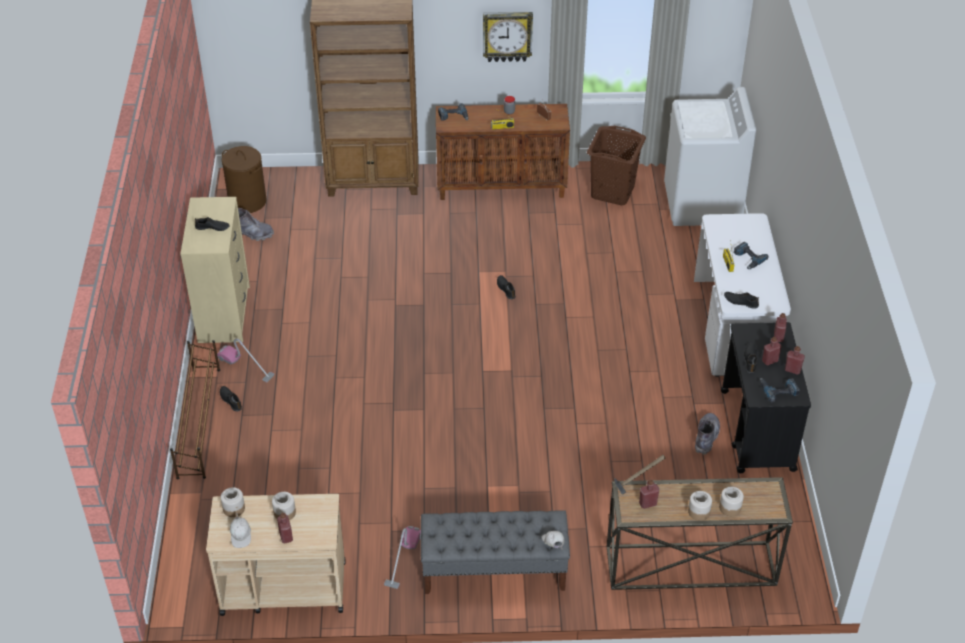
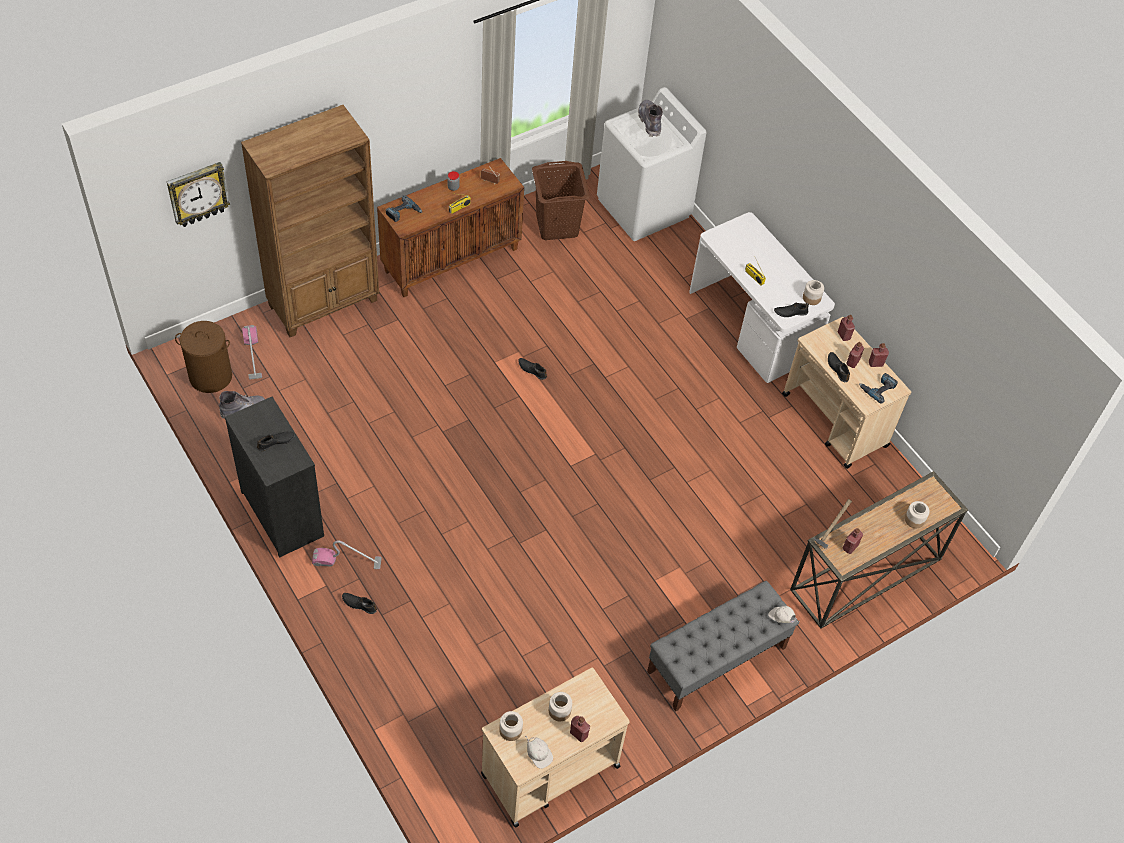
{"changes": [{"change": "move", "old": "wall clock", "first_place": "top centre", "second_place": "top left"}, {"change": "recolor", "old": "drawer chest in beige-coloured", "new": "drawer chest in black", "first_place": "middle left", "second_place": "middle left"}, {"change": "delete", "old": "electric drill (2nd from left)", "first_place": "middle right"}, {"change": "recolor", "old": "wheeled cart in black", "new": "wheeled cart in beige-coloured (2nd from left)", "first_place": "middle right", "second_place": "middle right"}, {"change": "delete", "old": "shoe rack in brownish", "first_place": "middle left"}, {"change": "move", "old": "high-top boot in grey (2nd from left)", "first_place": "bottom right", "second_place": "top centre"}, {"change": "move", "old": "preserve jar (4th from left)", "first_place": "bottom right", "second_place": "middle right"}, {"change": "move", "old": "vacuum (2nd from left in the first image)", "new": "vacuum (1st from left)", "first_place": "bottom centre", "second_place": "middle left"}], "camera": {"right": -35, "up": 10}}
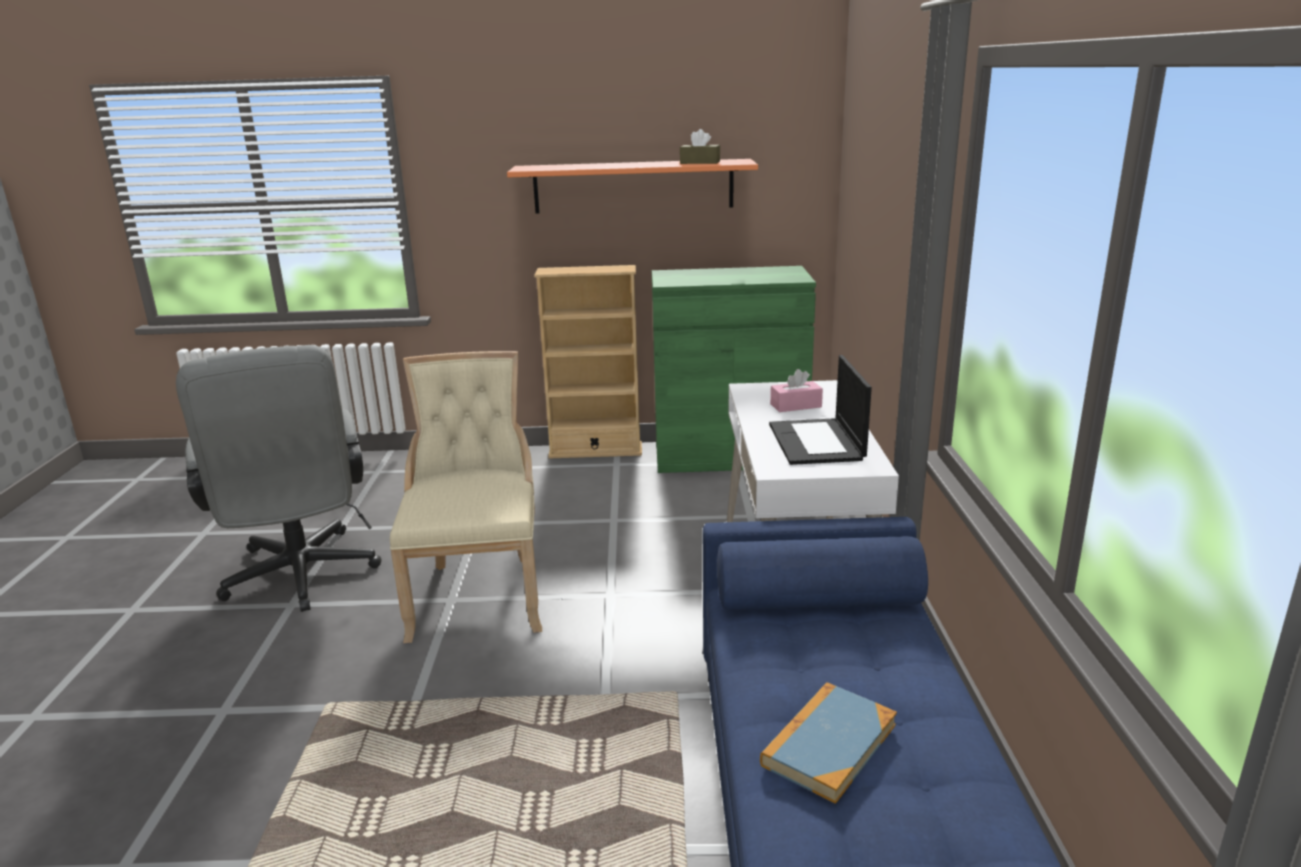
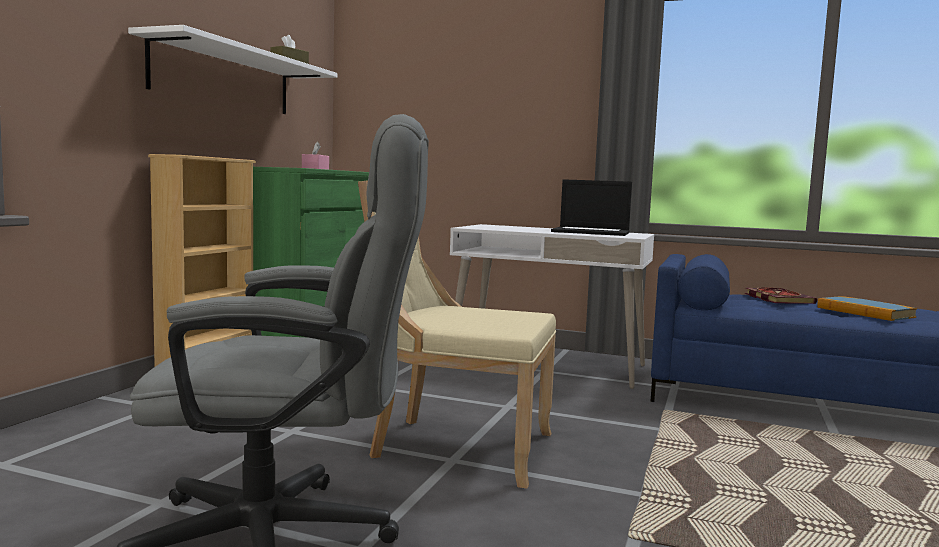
{"changes": [{"change": "recolor", "old": "bracket shelf in orange", "new": "bracket shelf in white", "first_place": "top centre", "second_place": "top left"}, {"change": "move", "old": "box of tissues in pinkish", "first_place": "centre", "second_place": "top centre"}, {"change": "insert", "new": "bound book (1st from left)", "second_place": "middle right"}], "camera": {"right": -70, "up": -15}}
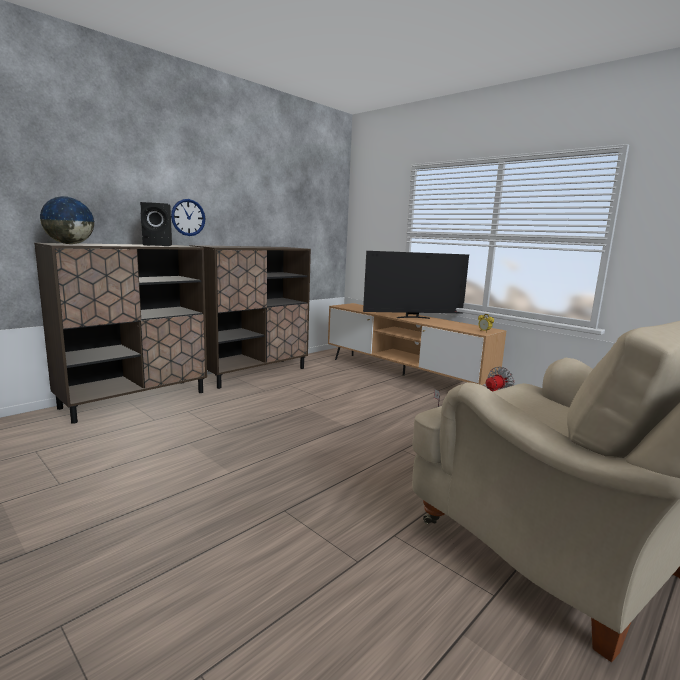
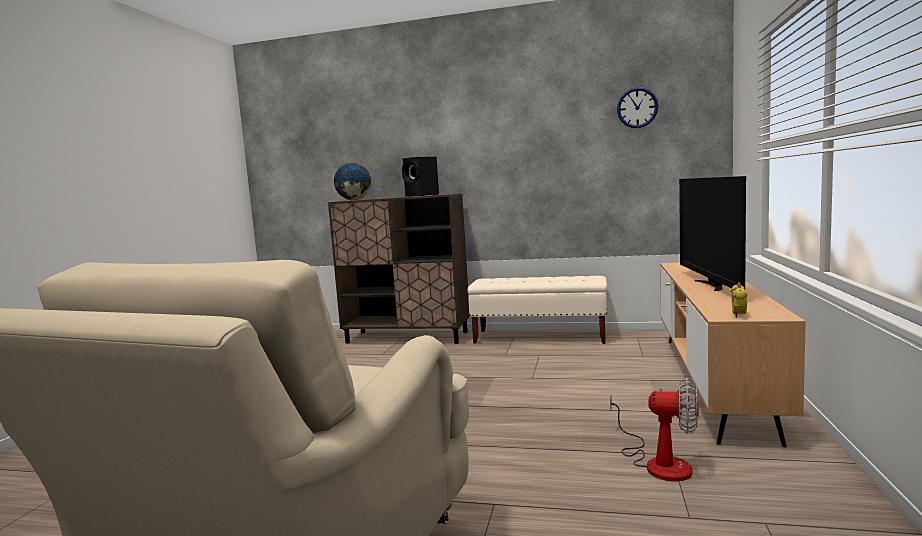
{"changes": [{"change": "move", "old": "wall clock", "first_place": "top left", "second_place": "top right"}, {"change": "replace", "old": "storage cabinet in brownish (2nd from left)", "new": "bench in beige-coloured", "first_place": "centre", "second_place": "centre"}, {"change": "rotate", "old": "television", "first_place": "centre", "second_place": "middle right", "degrees": 45}], "camera": {"right": 60, "up": -5}}
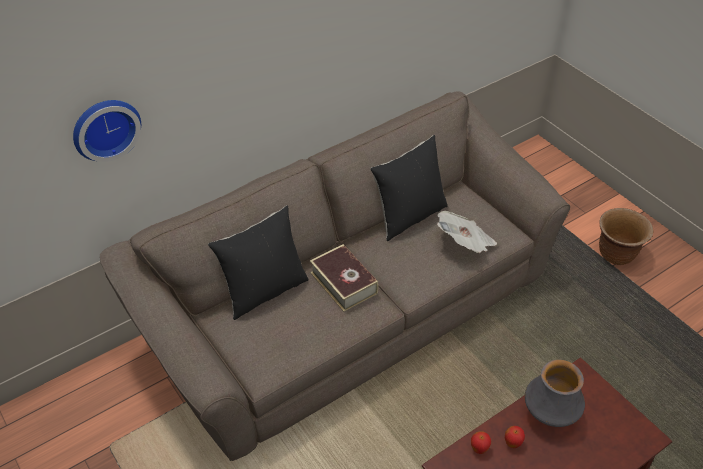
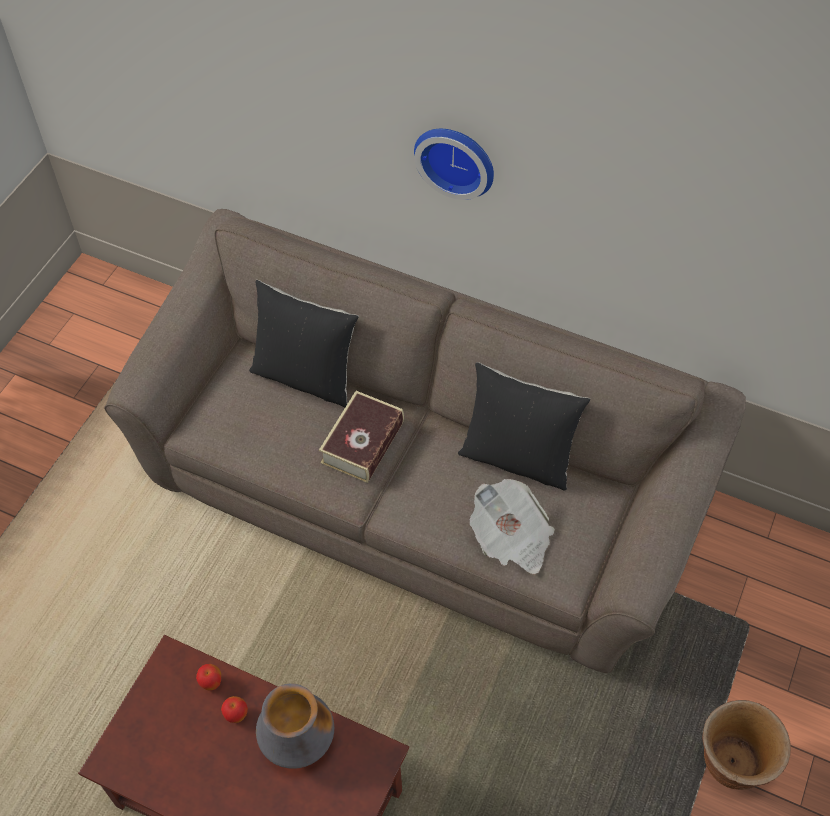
{"changes": [{"change": "move", "old": "wall clock", "first_place": "top left", "second_place": "top centre"}], "camera": {"right": 60, "up": 10}}
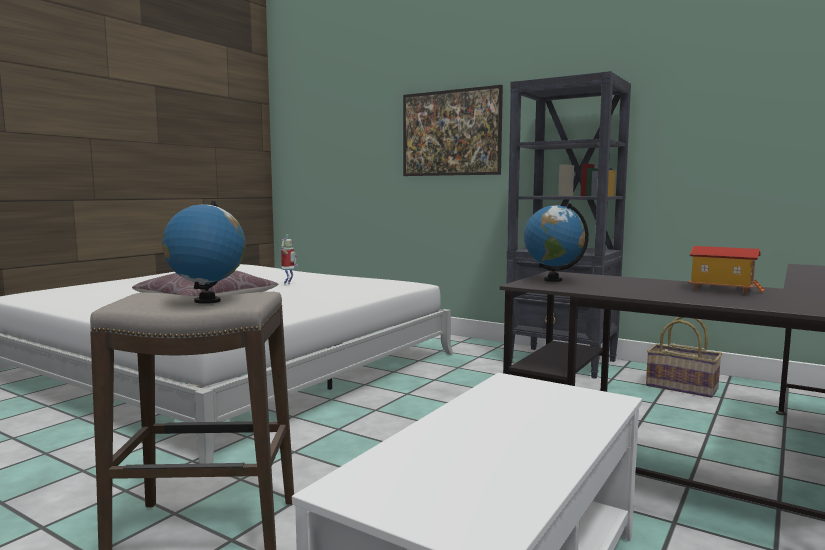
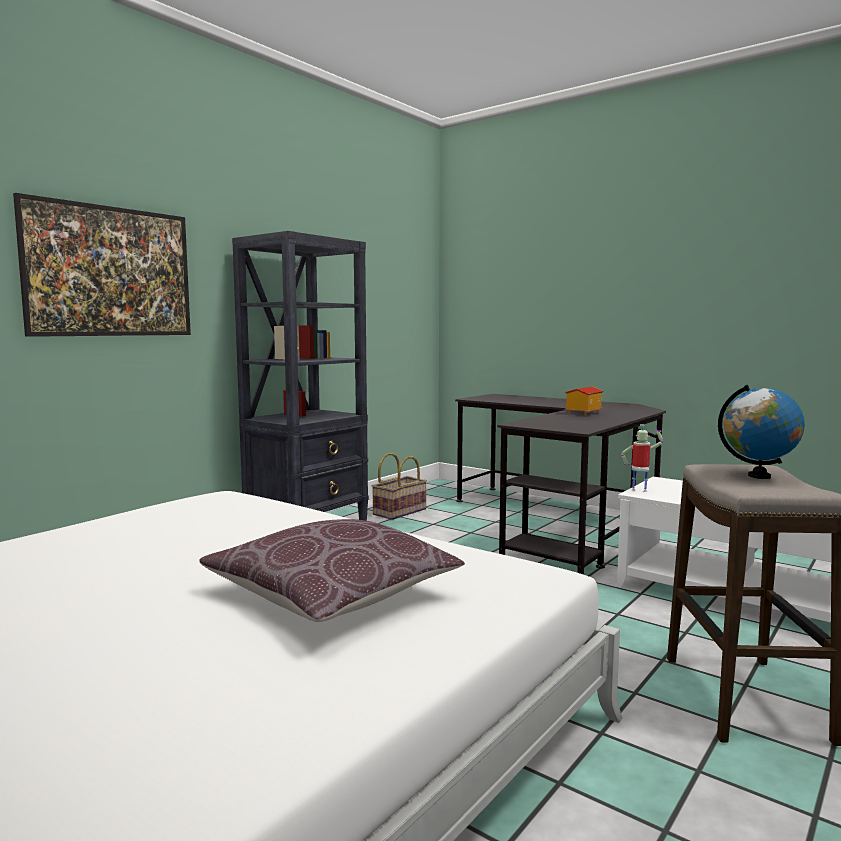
{"changes": [{"change": "delete", "old": "globe (2nd from left)", "first_place": "middle right"}, {"change": "move", "old": "toy robot", "first_place": "centre", "second_place": "middle right"}], "camera": {"right": -85, "up": 0}}
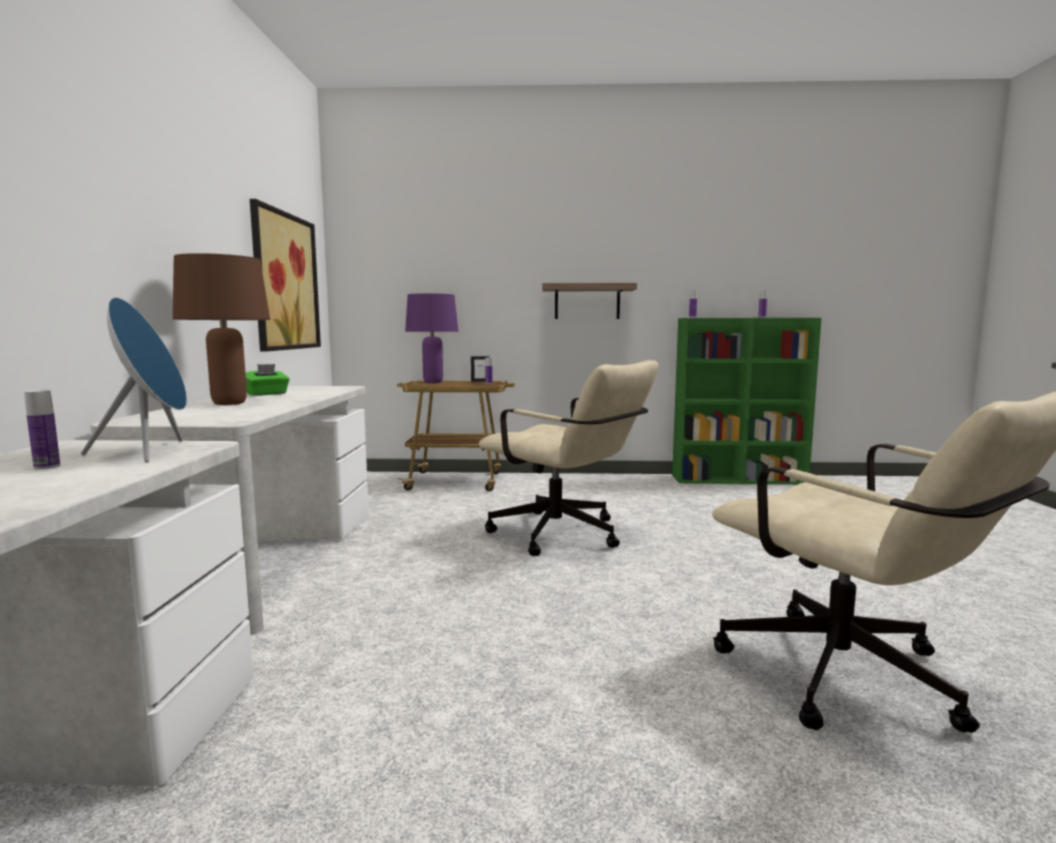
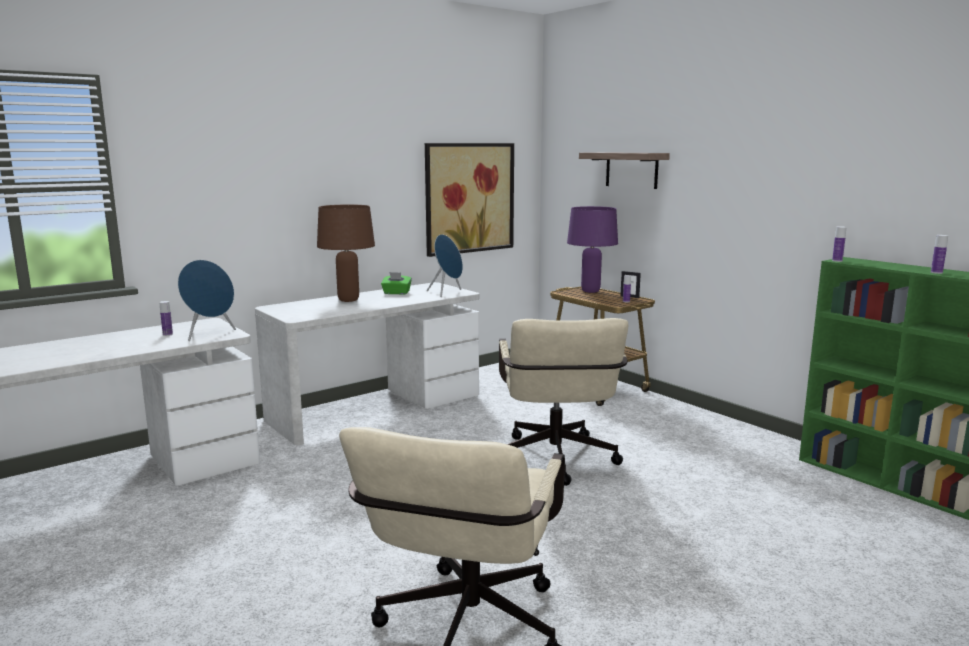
{"changes": [{"change": "move", "old": "bracket shelf", "first_place": "centre", "second_place": "top centre"}, {"change": "insert", "new": "speaker in bluish (2nd from left)", "second_place": "centre"}], "camera": {"right": 50, "up": 5}}
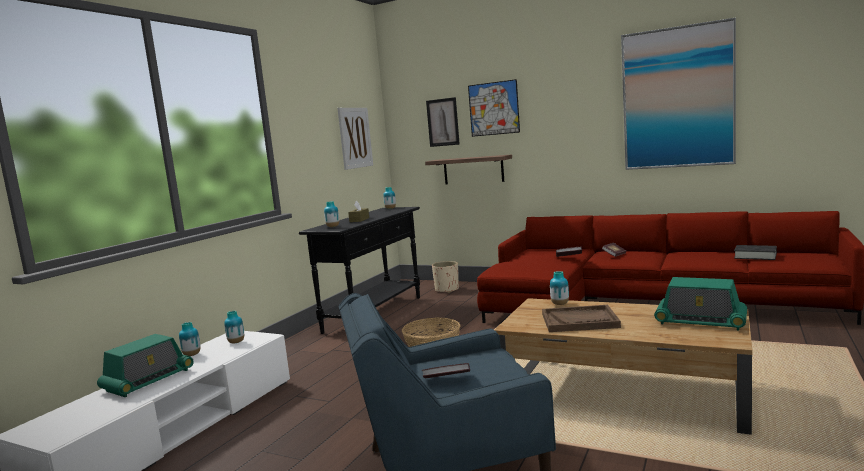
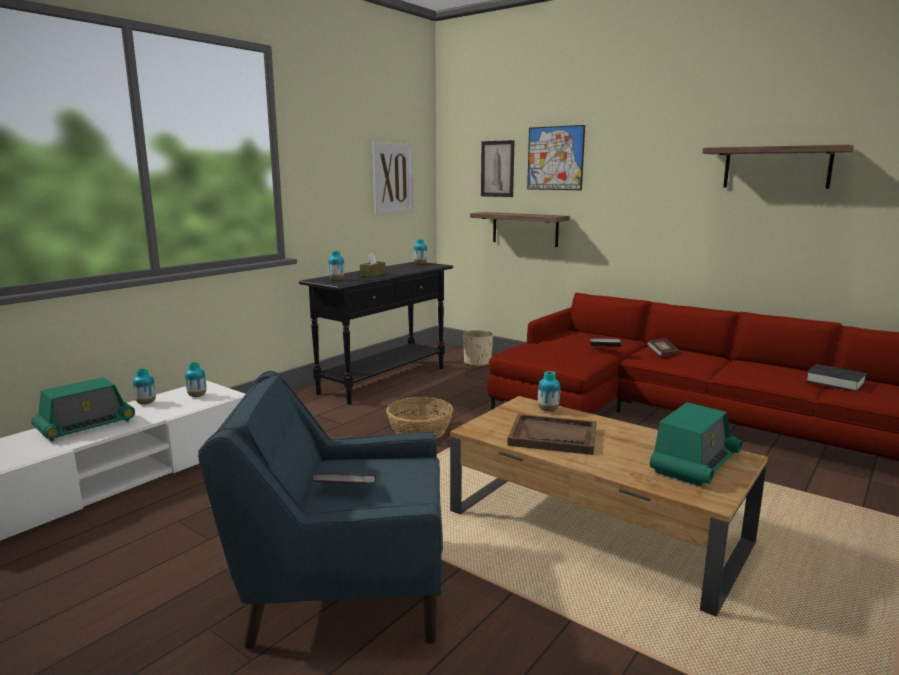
{"changes": [{"change": "replace", "old": "wall art (4th from left)", "new": "bracket shelf (2nd from left)", "first_place": "top right", "second_place": "top right"}, {"change": "rotate", "old": "radio set (2nd from left)", "first_place": "middle right", "second_place": "middle right", "degrees": -90}], "camera": {"right": 10, "up": 5}}
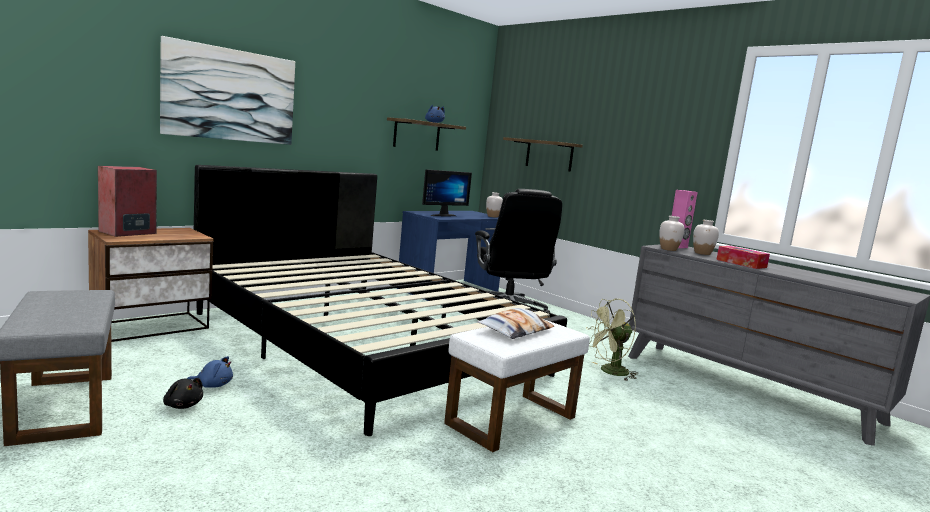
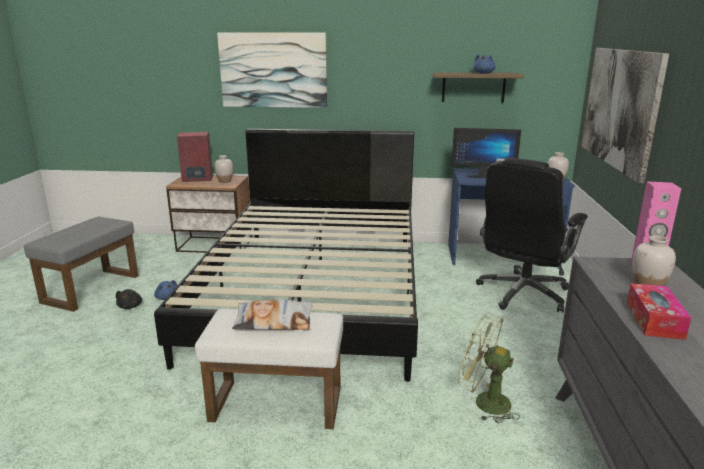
{"changes": [{"change": "replace", "old": "bracket shelf (2nd from left)", "new": "wall art (2nd from left)", "first_place": "top centre", "second_place": "top right"}, {"change": "move", "old": "vase in white (2nd from left in the first image)", "new": "vase in white (1st from left)", "first_place": "middle right", "second_place": "middle left"}], "camera": {"right": 50, "up": 10}}
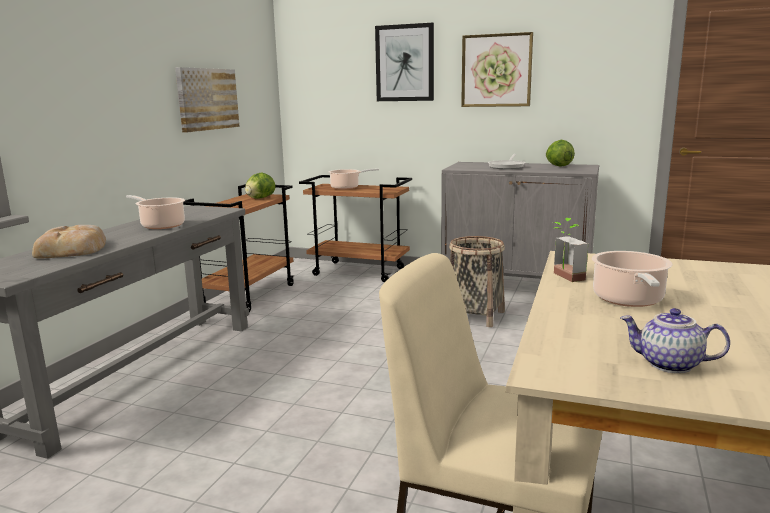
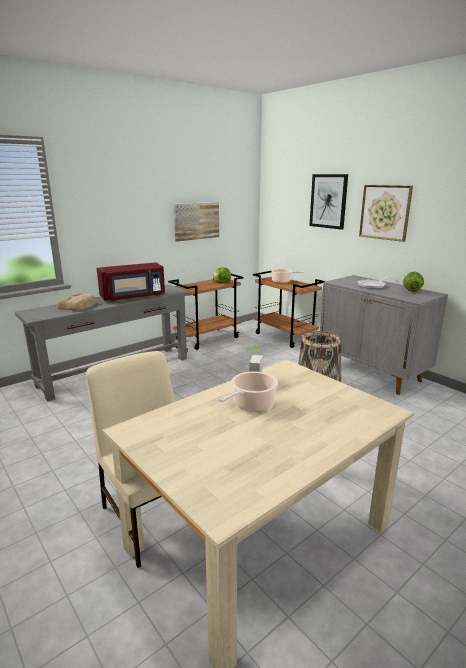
{"changes": [{"change": "replace", "old": "cooking pot (1st from left)", "new": "microwave in reddish", "first_place": "middle left", "second_place": "middle left"}, {"change": "delete", "old": "tea pot", "first_place": "middle right"}], "camera": {"right": 30, "up": 5}}
